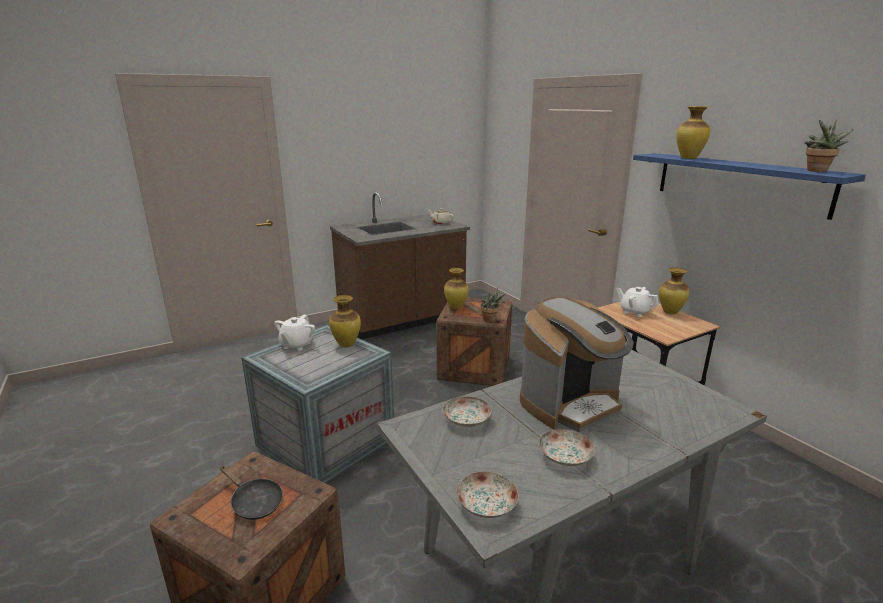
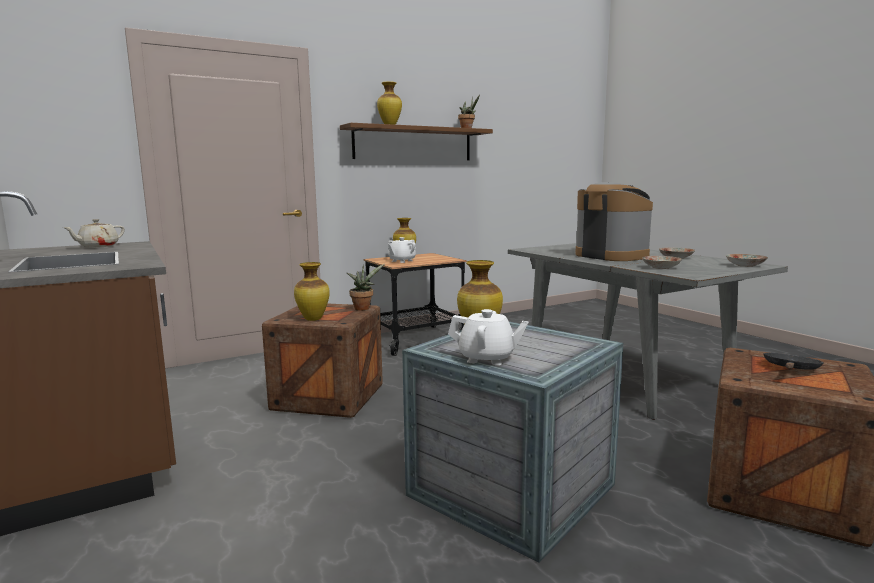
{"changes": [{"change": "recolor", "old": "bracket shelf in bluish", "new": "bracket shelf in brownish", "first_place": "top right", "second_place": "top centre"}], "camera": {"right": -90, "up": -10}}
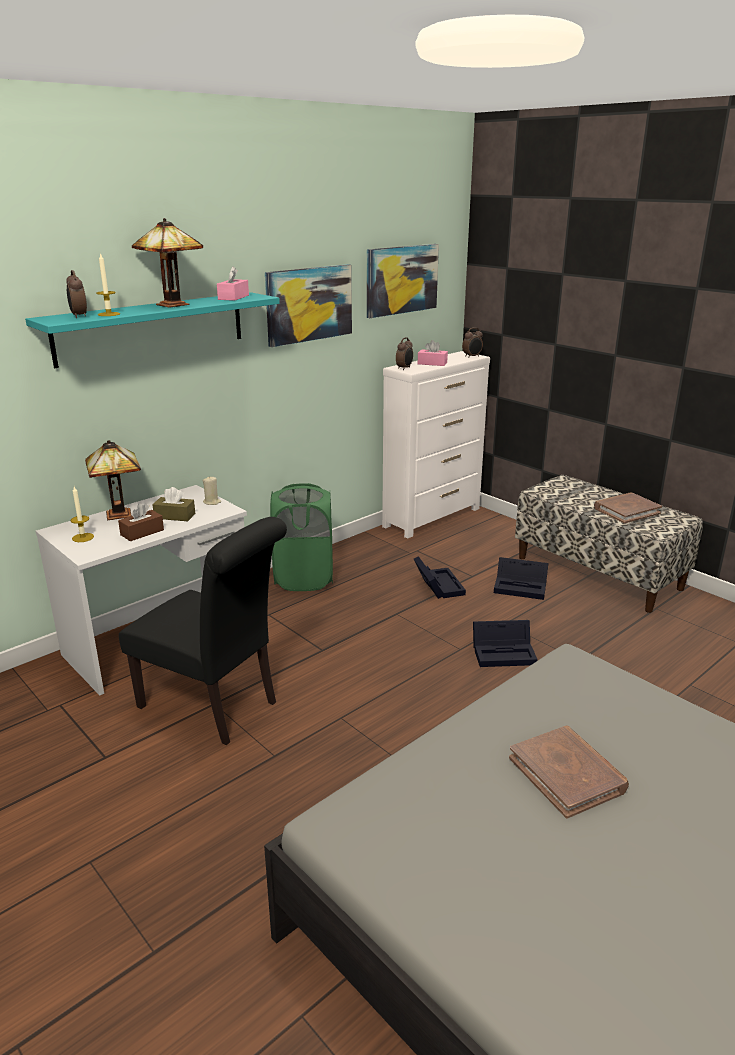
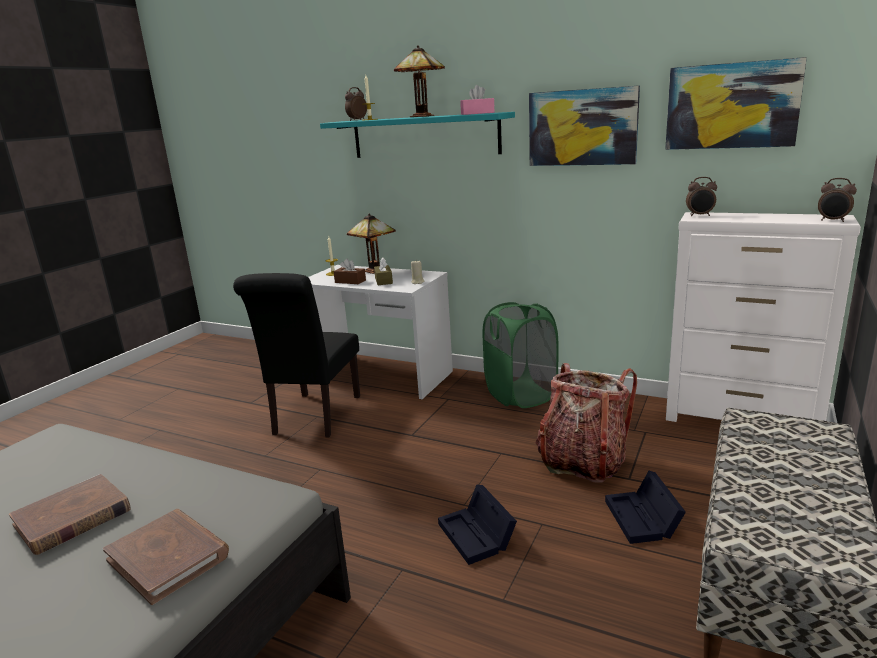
{"changes": [{"change": "delete", "old": "box of tissues in pinkish (2nd from left)", "first_place": "centre"}, {"change": "move", "old": "bound book in brownish (2nd from left)", "first_place": "middle right", "second_place": "bottom left"}, {"change": "replace", "old": "storage container in black (1st from left)", "new": "knapsack", "first_place": "centre", "second_place": "middle right"}], "camera": {"right": 70, "up": -5}}
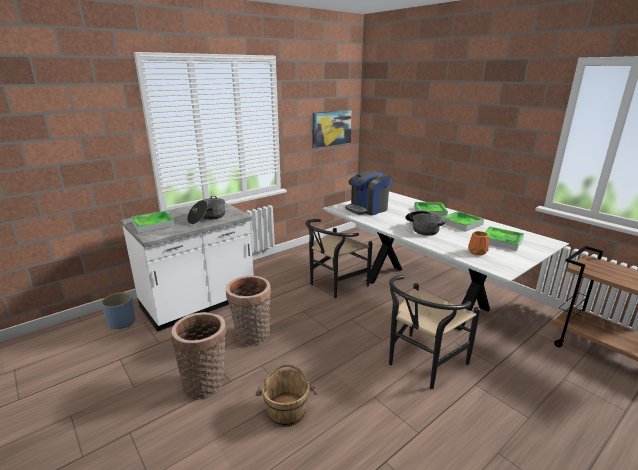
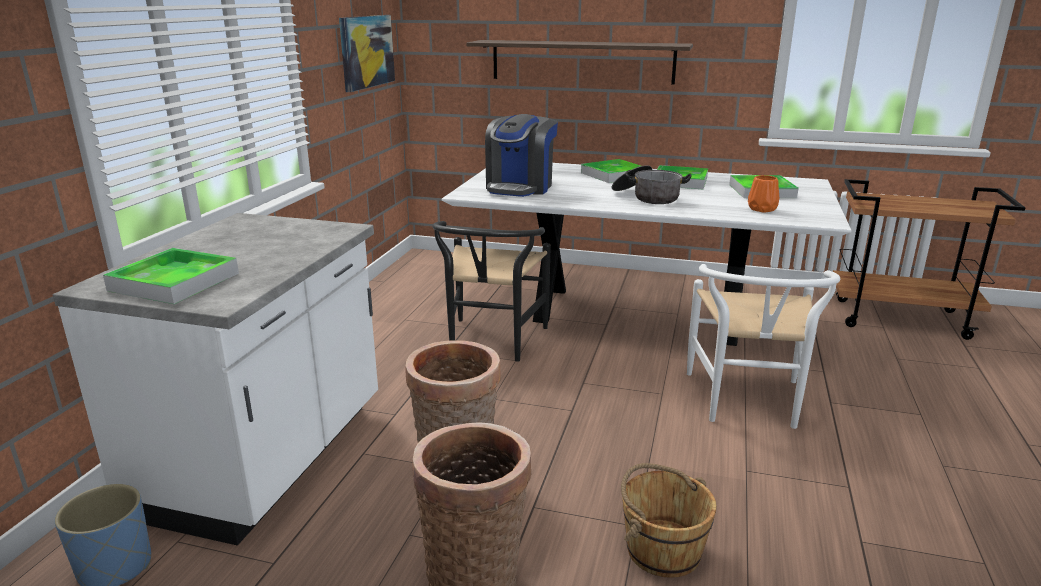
{"changes": [{"change": "delete", "old": "cooking pot (1st from left)", "first_place": "middle left"}, {"change": "recolor", "old": "upright chair in black (2nd from left)", "new": "upright chair in white", "first_place": "bottom right", "second_place": "middle right"}, {"change": "insert", "new": "bracket shelf", "second_place": "top centre"}], "camera": {"right": -35, "up": 0}}
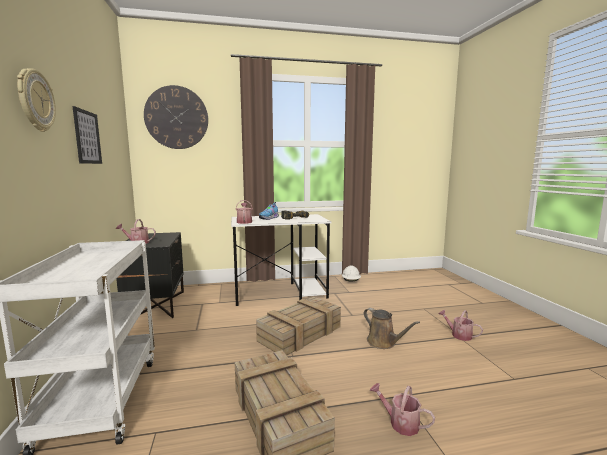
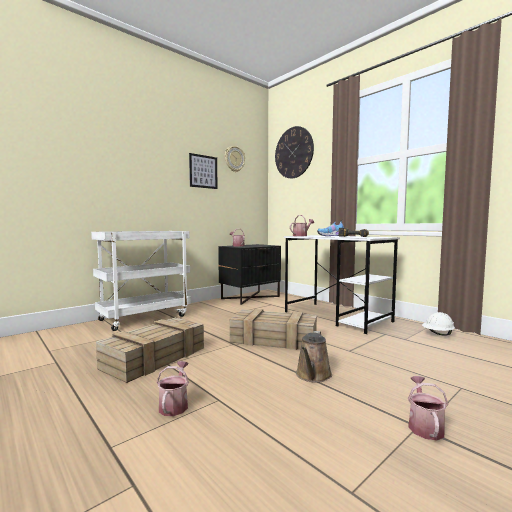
{"changes": [{"change": "move", "old": "wall clock (1st from left)", "first_place": "top left", "second_place": "top centre"}], "camera": {"right": 60, "up": -5}}
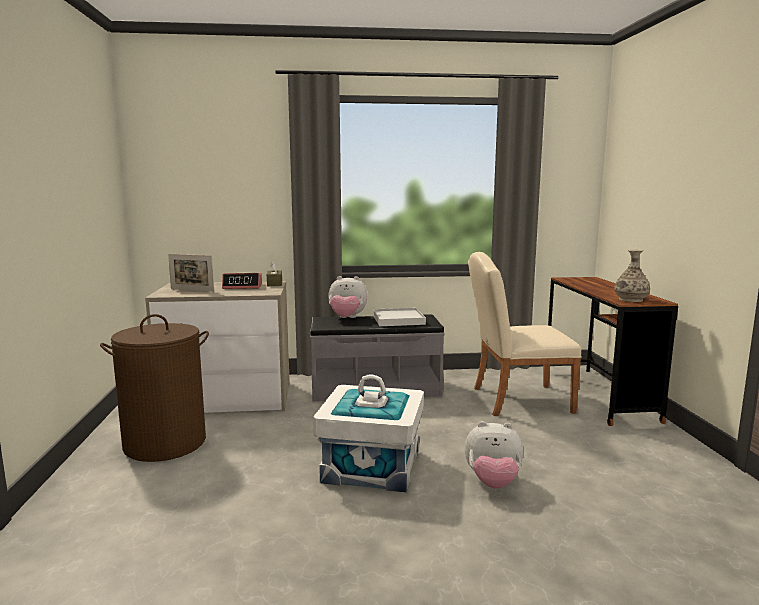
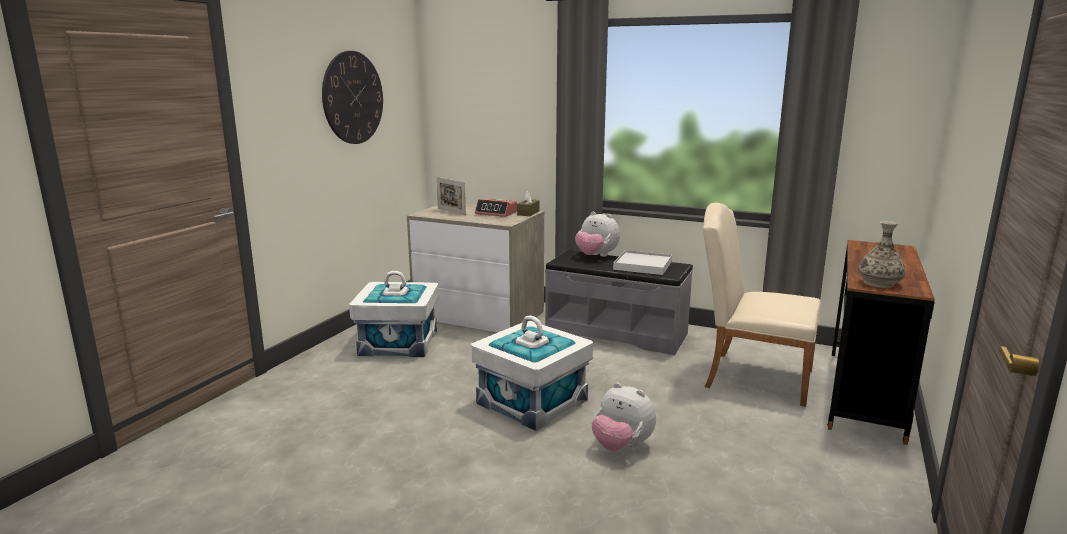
{"changes": [{"change": "replace", "old": "hamper in brownish", "new": "storage container in white (1st from left)", "first_place": "middle left", "second_place": "centre"}, {"change": "insert", "new": "wall clock", "second_place": "top left"}], "camera": {"right": 30, "up": 5}}
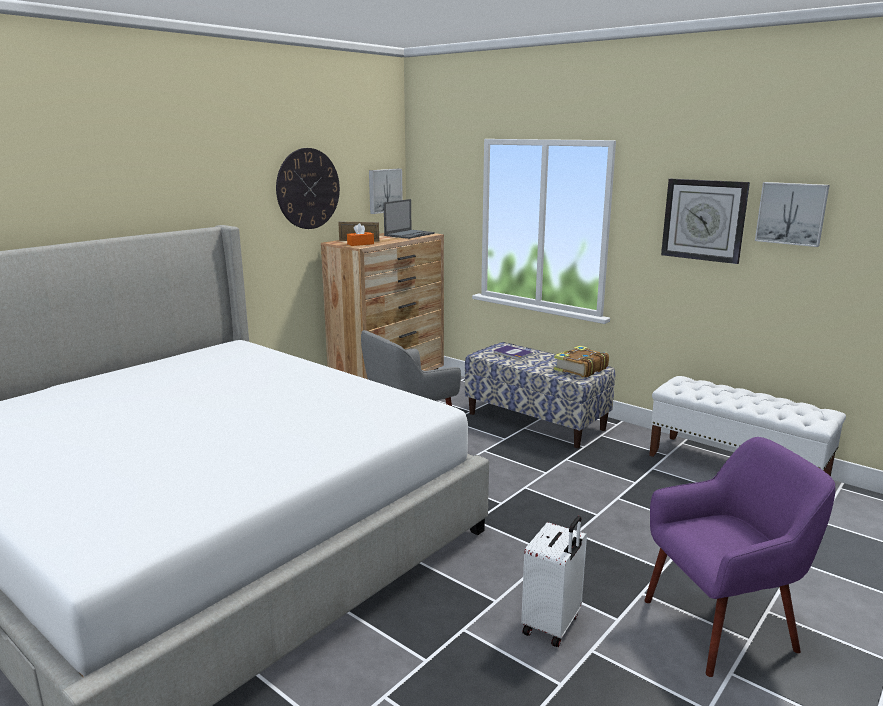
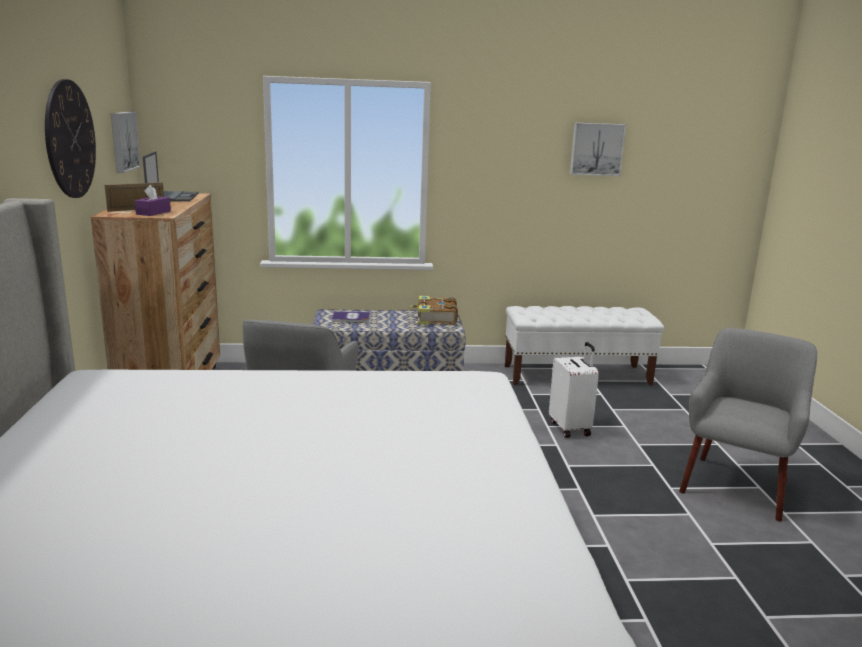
{"changes": [{"change": "delete", "old": "wall clock (2nd from left)", "first_place": "top right"}, {"change": "recolor", "old": "box of tissues in orange", "new": "box of tissues in purplish", "first_place": "top centre", "second_place": "top left"}, {"change": "recolor", "old": "lounge chair in purplish", "new": "lounge chair in grey (2nd from left)", "first_place": "bottom right", "second_place": "middle right"}, {"change": "move", "old": "piece of luggage in white", "first_place": "bottom centre", "second_place": "centre"}], "camera": {"right": -45, "up": 0}}
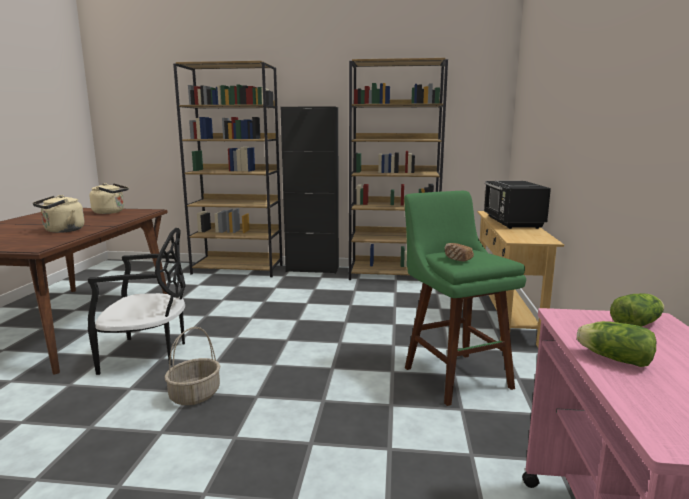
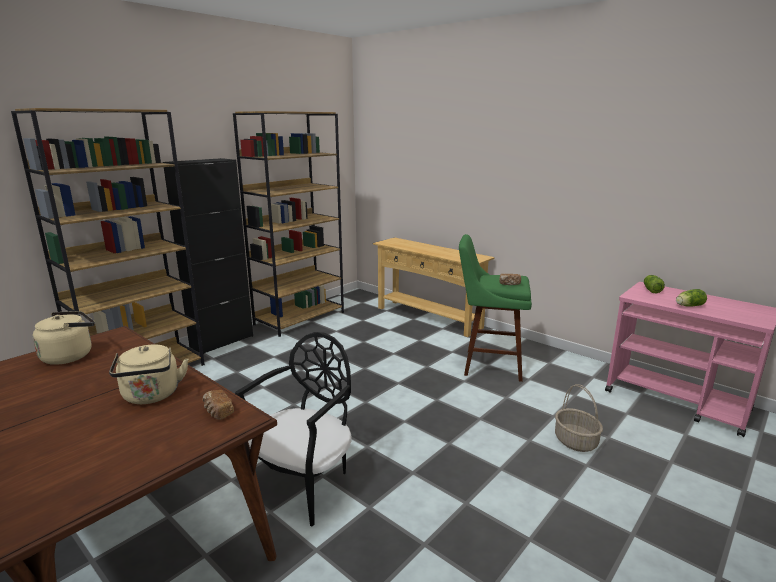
{"changes": [{"change": "delete", "old": "microwave in black", "first_place": "middle right"}, {"change": "move", "old": "basket", "first_place": "bottom left", "second_place": "bottom right"}, {"change": "insert", "new": "bakery bread (1st from left)", "second_place": "bottom left"}], "camera": {"right": -55, "up": 5}}
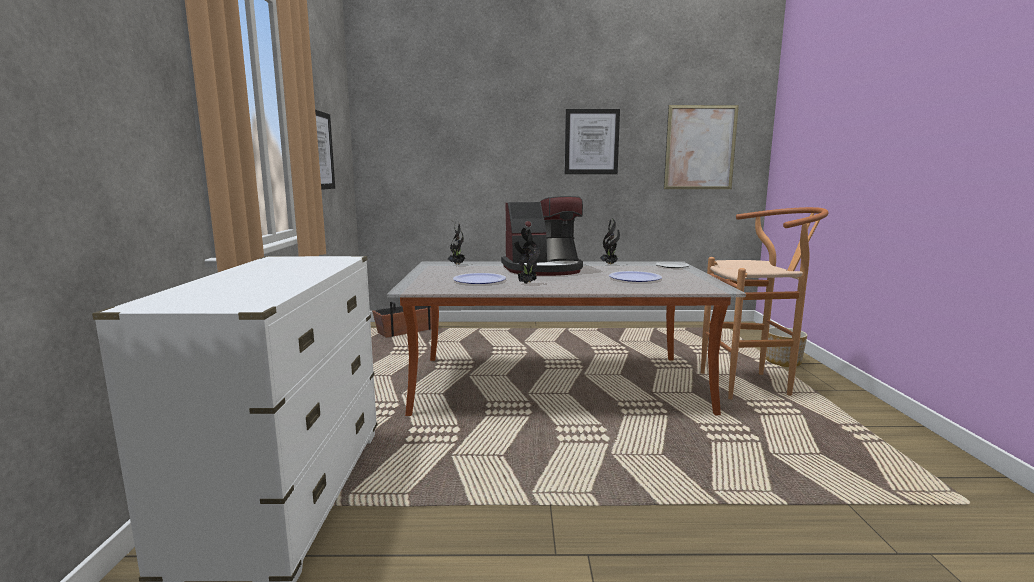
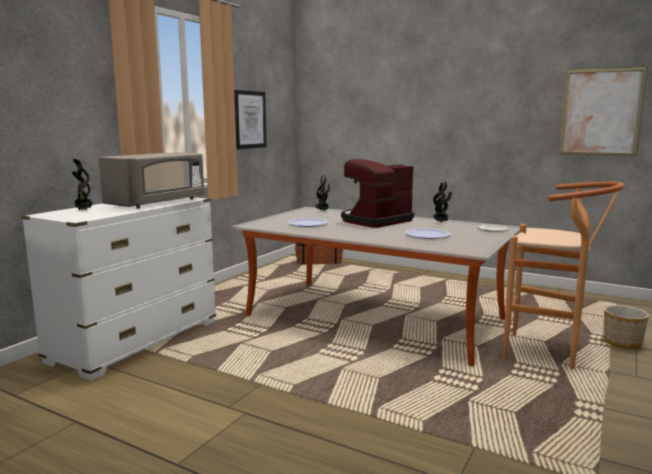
{"changes": [{"change": "delete", "old": "wall art (2nd from left)", "first_place": "top centre"}, {"change": "rotate", "old": "coffee machine", "first_place": "centre", "second_place": "centre", "degrees": 120}, {"change": "move", "old": "plant in a pot (2nd from left in the first image)", "new": "plant in a pot (1st from left)", "first_place": "centre", "second_place": "middle left"}, {"change": "insert", "new": "microwave in grey", "second_place": "middle left"}], "camera": {"right": 30, "up": 0}}
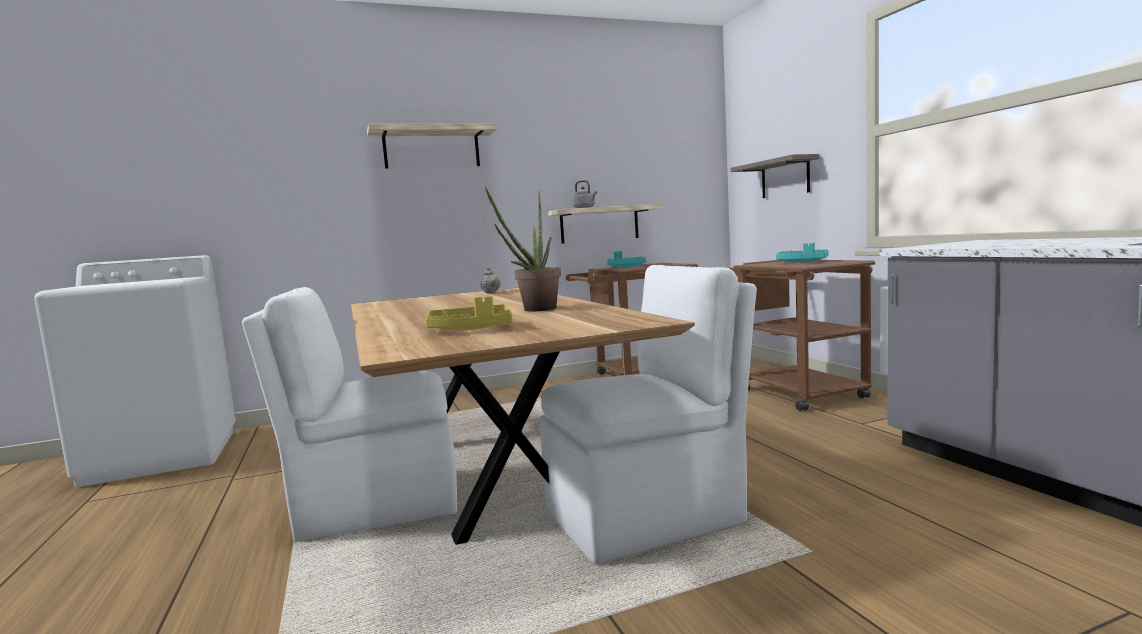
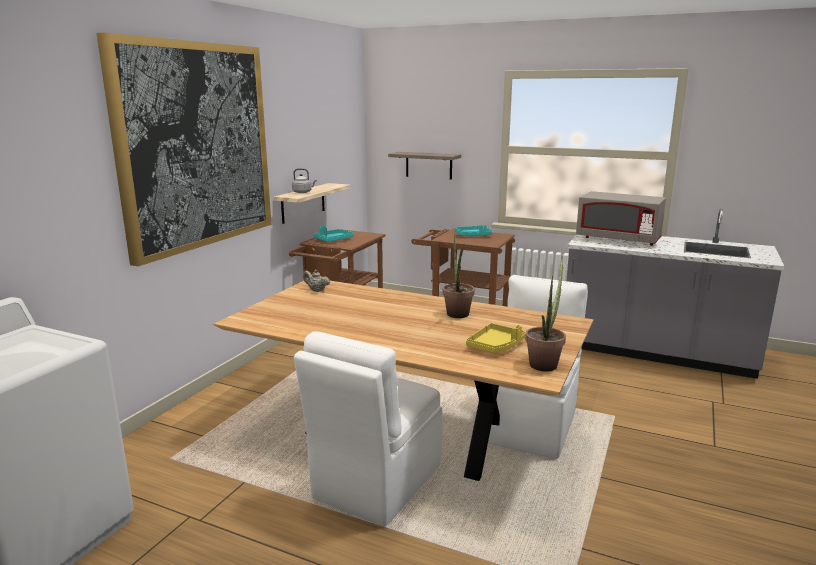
{"changes": [{"change": "replace", "old": "bracket shelf (1st from left)", "new": "wall art", "first_place": "top centre", "second_place": "top left"}, {"change": "insert", "new": "microwave in grey", "second_place": "middle right"}, {"change": "insert", "new": "plant in a pot (2nd from left)", "second_place": "middle right"}], "camera": {"right": -45, "up": 10}}
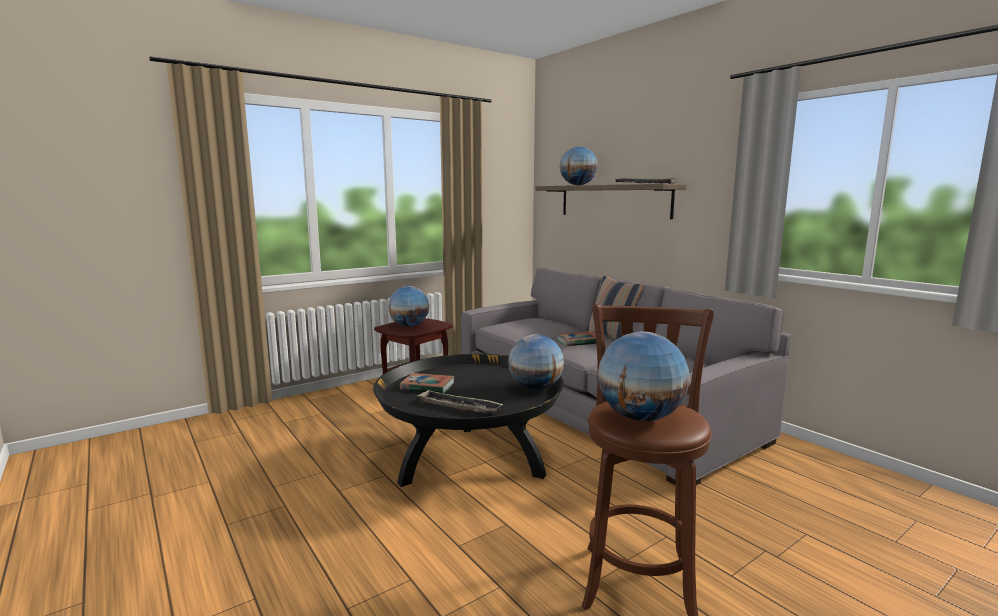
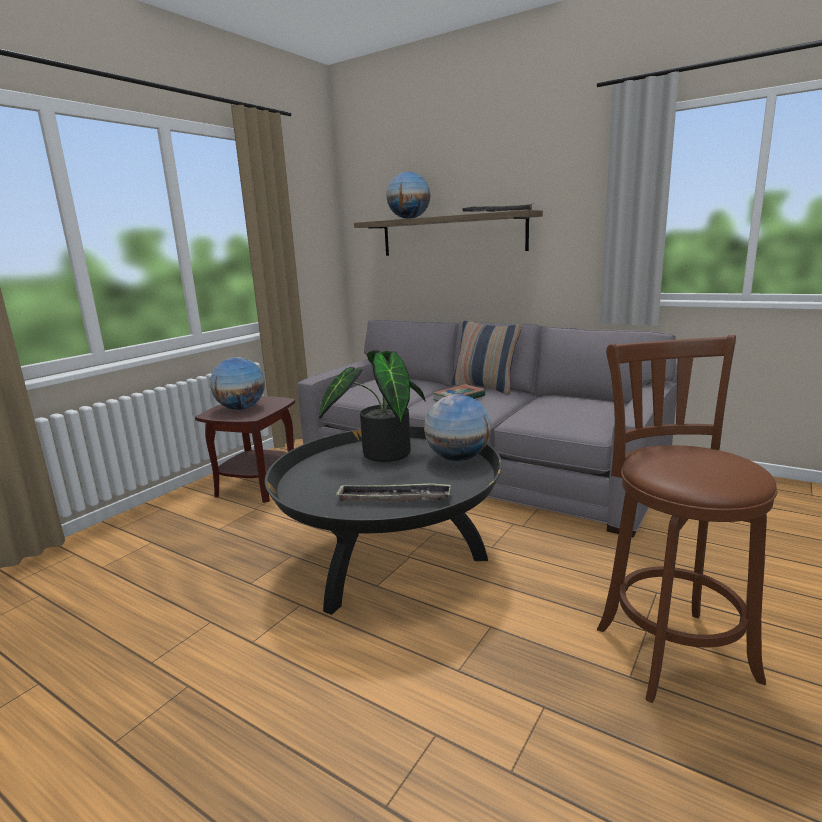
{"changes": [{"change": "delete", "old": "globe (4th from left)", "first_place": "centre"}, {"change": "delete", "old": "bound book (1st from left)", "first_place": "centre"}, {"change": "insert", "new": "plant in a pot", "second_place": "centre"}], "camera": {"right": -20, "up": 5}}
